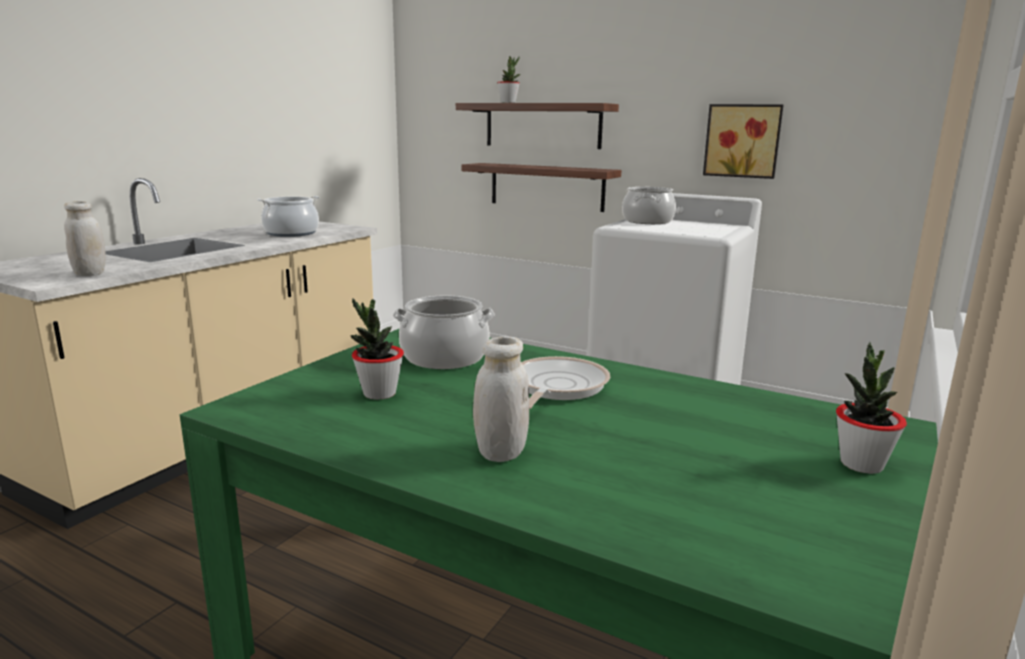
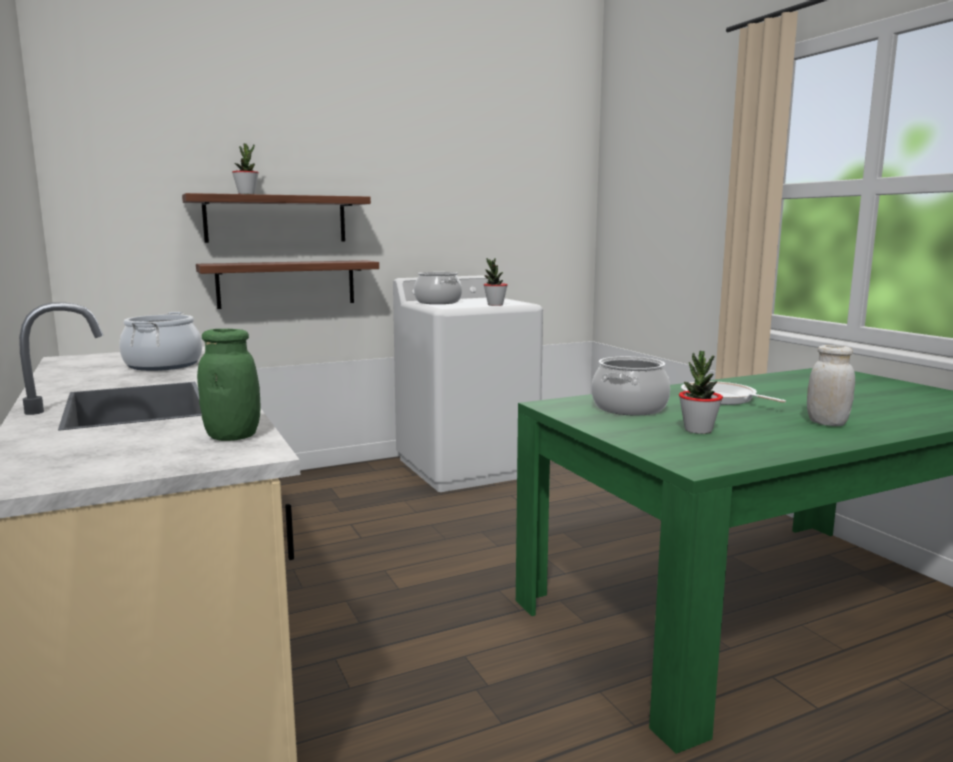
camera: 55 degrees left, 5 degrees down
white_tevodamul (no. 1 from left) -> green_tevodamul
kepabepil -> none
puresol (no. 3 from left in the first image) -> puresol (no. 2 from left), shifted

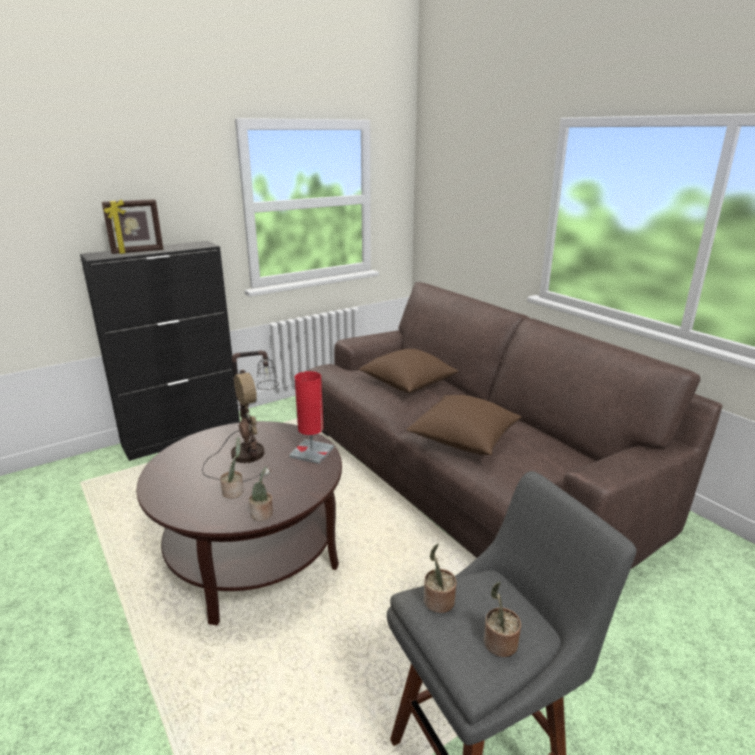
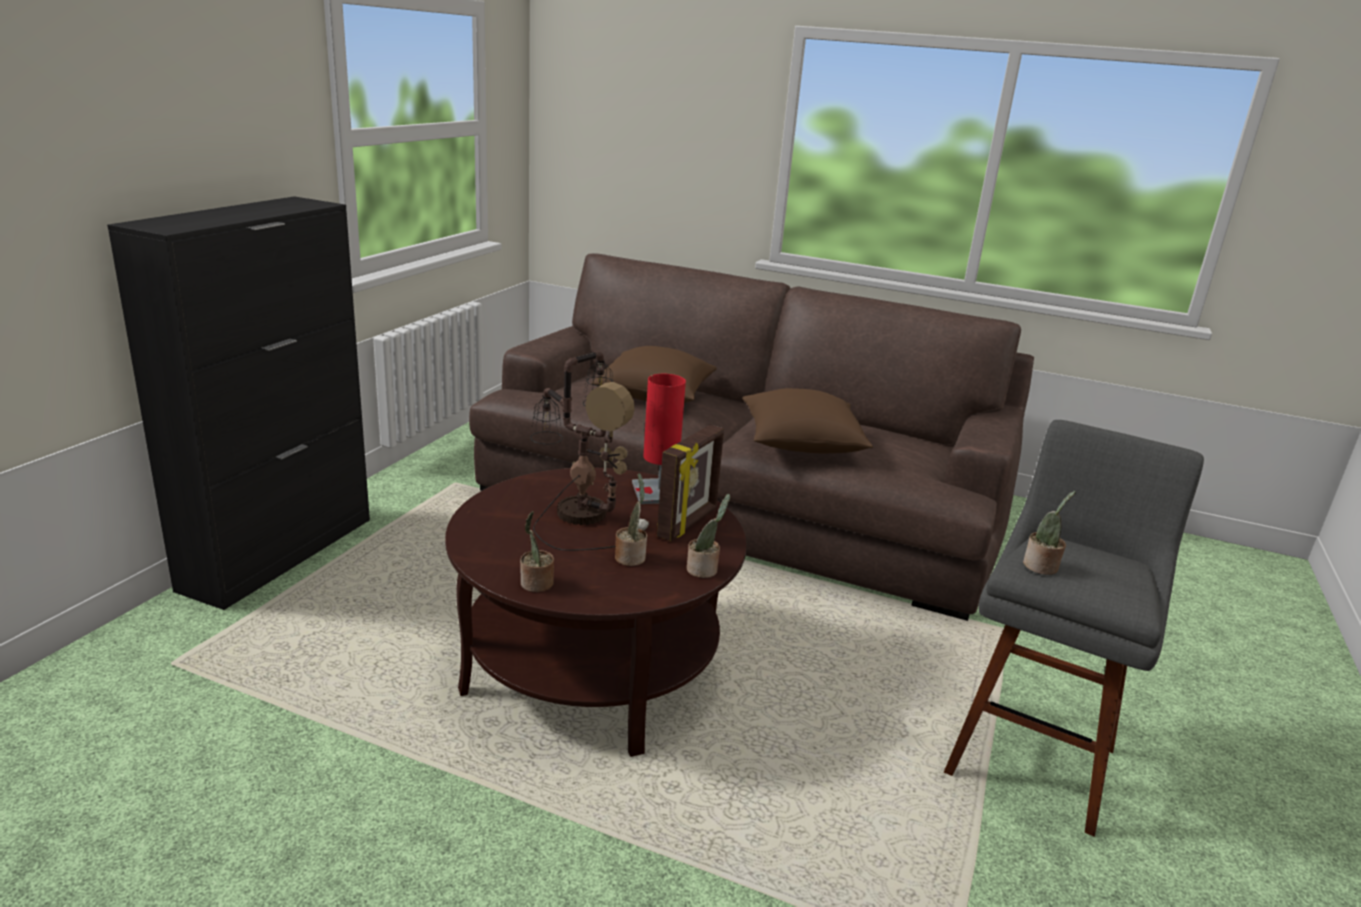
camera: 35 degrees left, 0 degrees up
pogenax, shifted
puresol (no. 4 from left in the first image) -> puresol (no. 1 from left), shifted

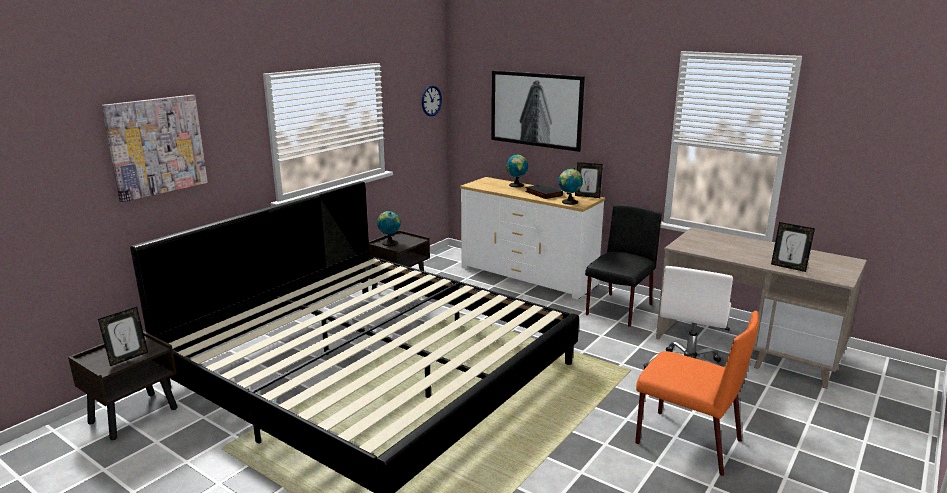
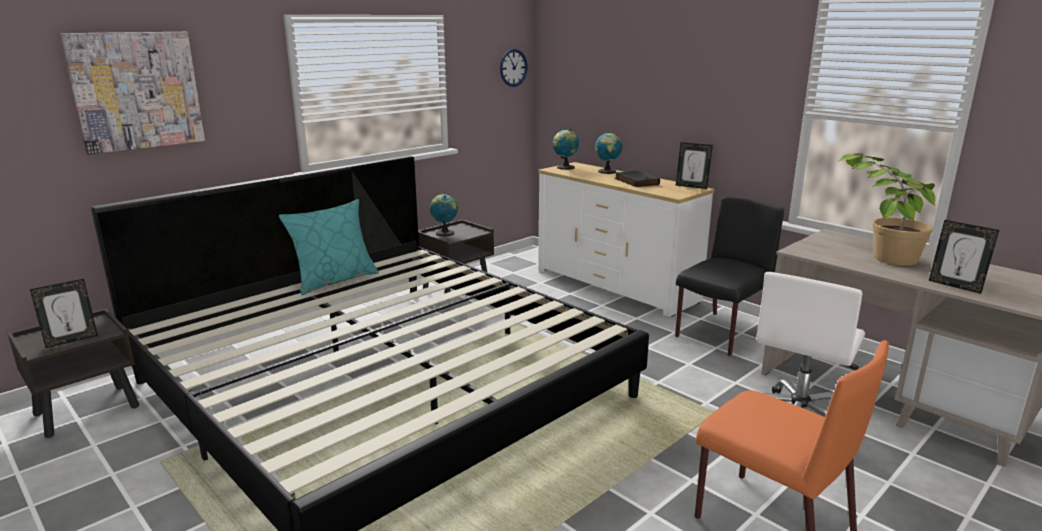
camera: 10 degrees right, 0 degrees up
kepabepil (no. 2 from left) -> none
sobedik (no. 3 from left in the first image) -> sobedik (no. 2 from left), shifted
none -> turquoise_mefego
none -> puresol

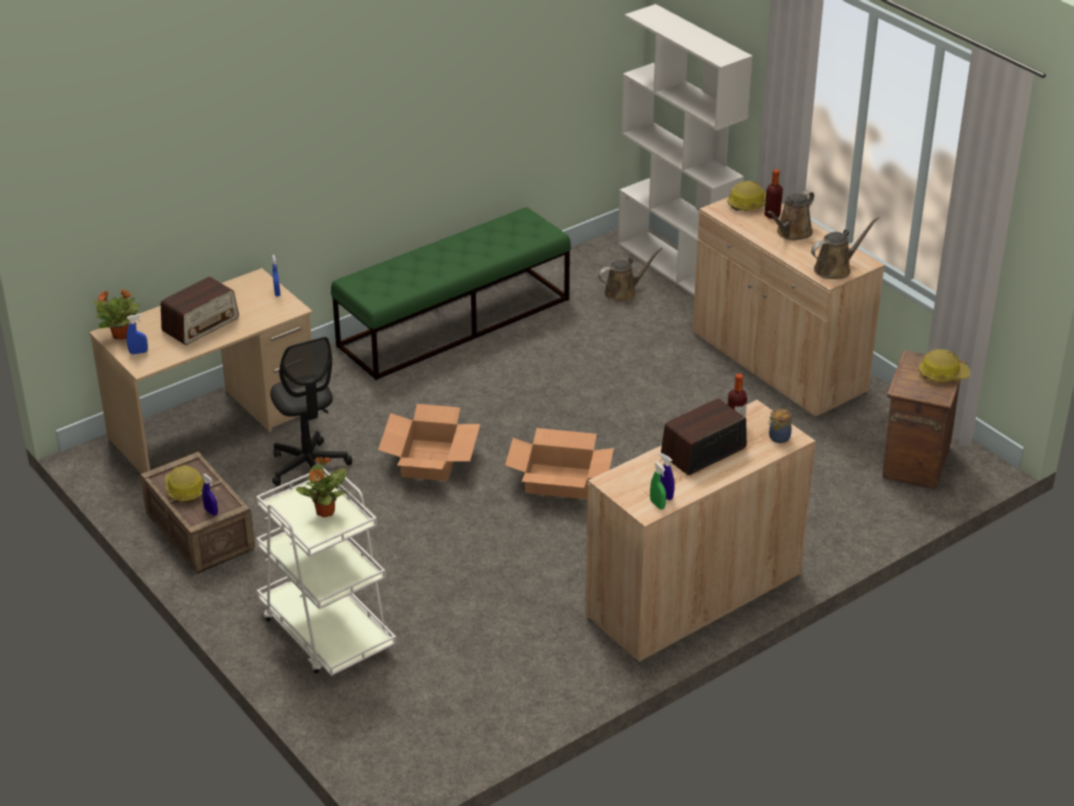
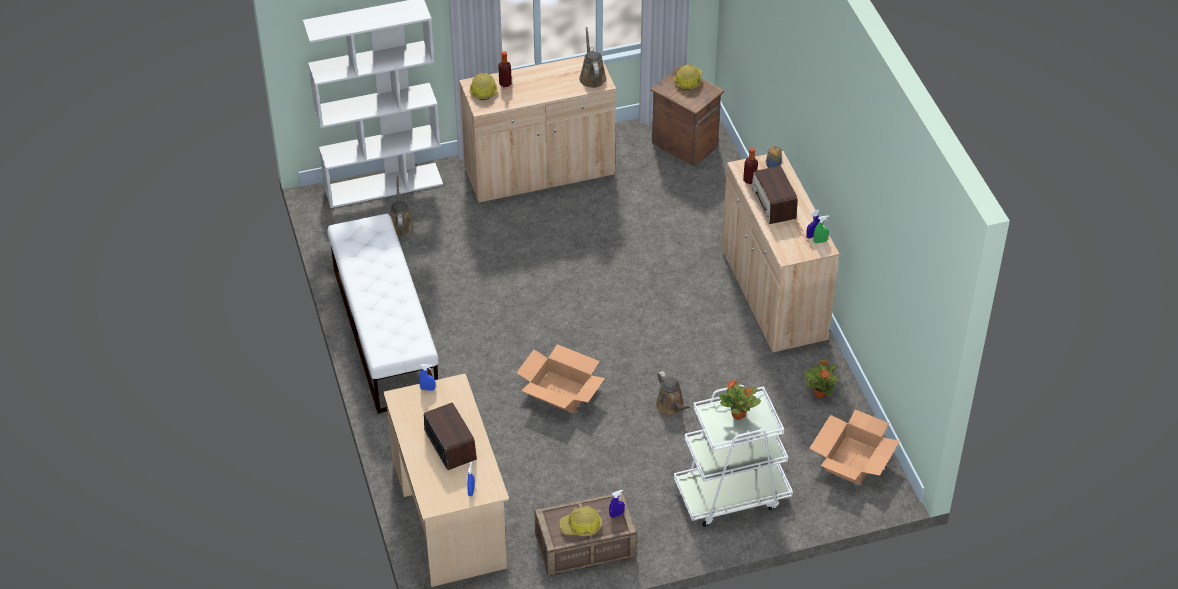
camera: 70 degrees left, 10 degrees up
puresol (no. 1 from left in the first image) -> puresol (no. 2 from left), shifted
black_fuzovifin -> none
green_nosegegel -> white_nosegegel
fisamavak (no. 2 from left), shifted
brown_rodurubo (no. 2 from left in the first image) -> brown_rodurubo (no. 3 from left), shifted

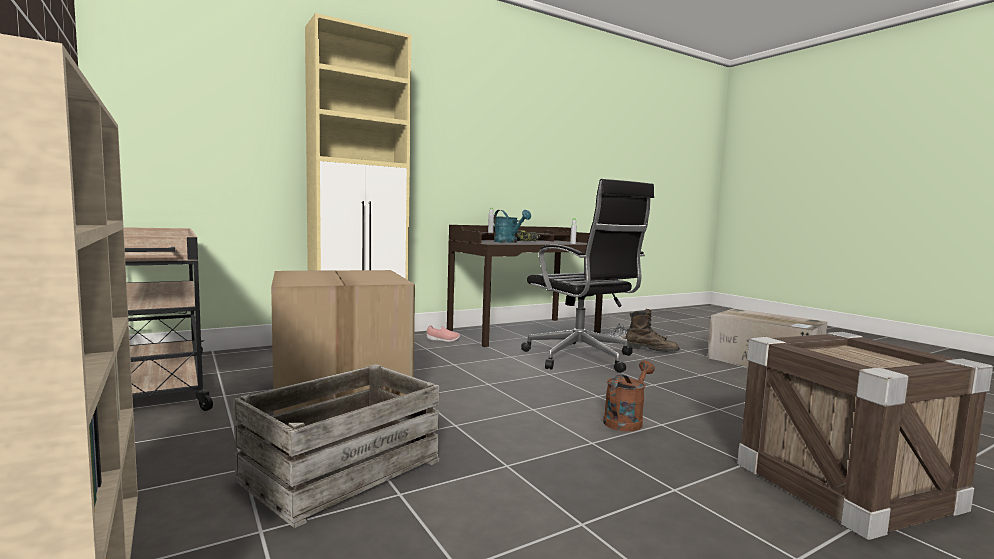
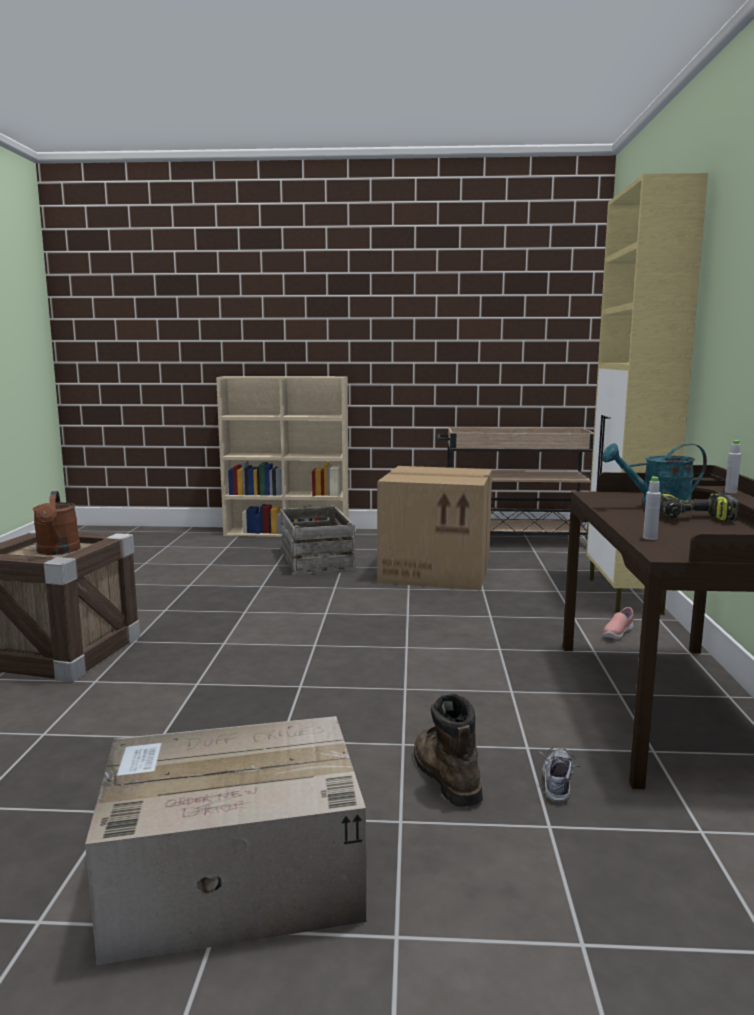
camera: 125 degrees right, 5 degrees up
black_fuzovifin -> none
brown_rodurubo, shifted
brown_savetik, 105 degrees clockwise

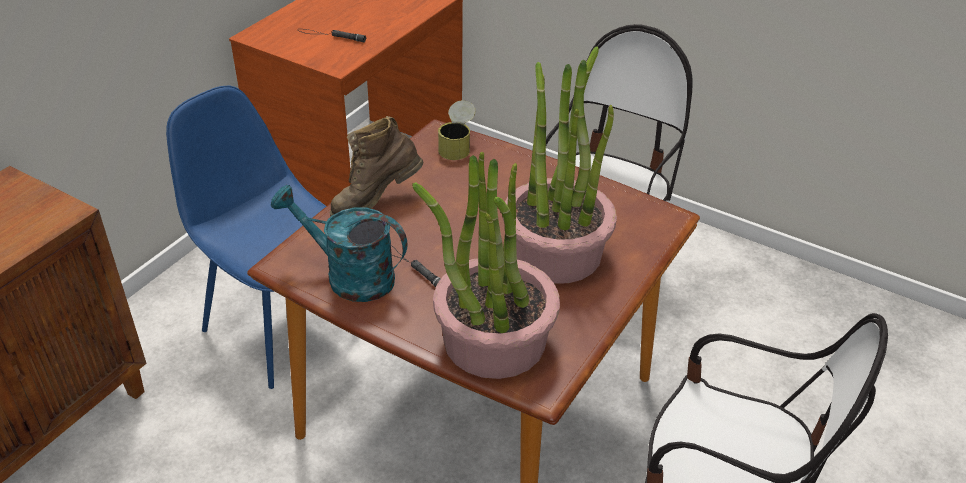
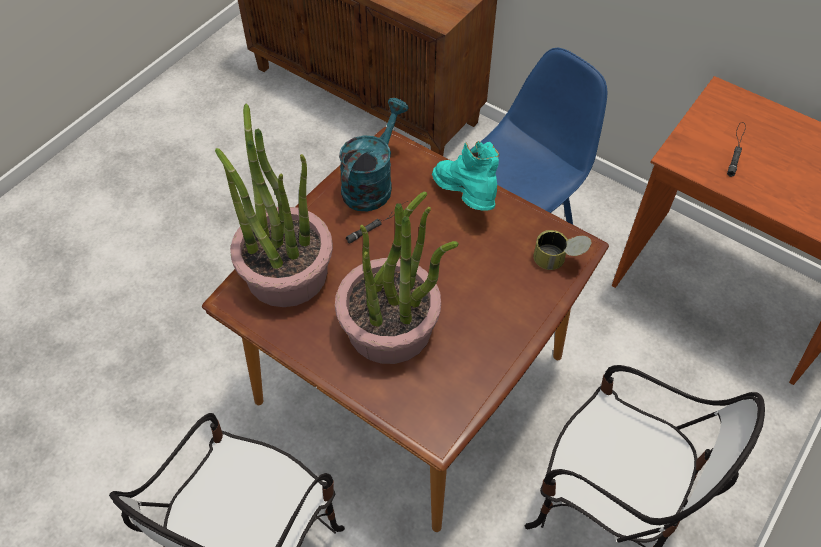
camera: 95 degrees right, 15 degrees up
brown_savetik -> turquoise_savetik

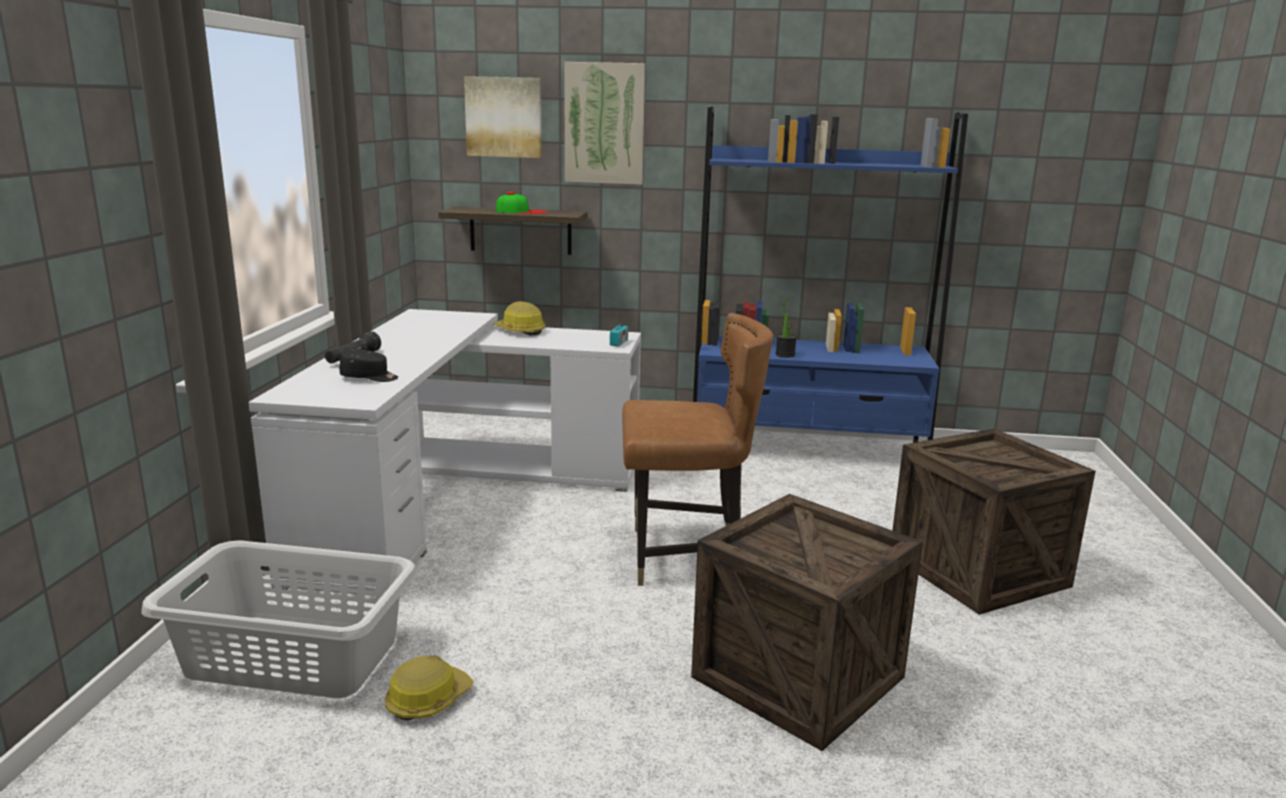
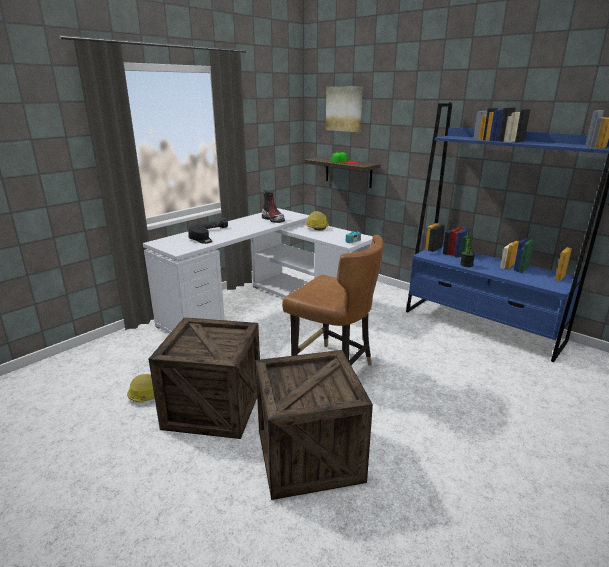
camera: 35 degrees right, 5 degrees up
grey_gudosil -> none
kepabepil (no. 2 from left) -> none
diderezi (no. 2 from left in the first image) -> diderezi (no. 1 from left), shifted
none -> savetik

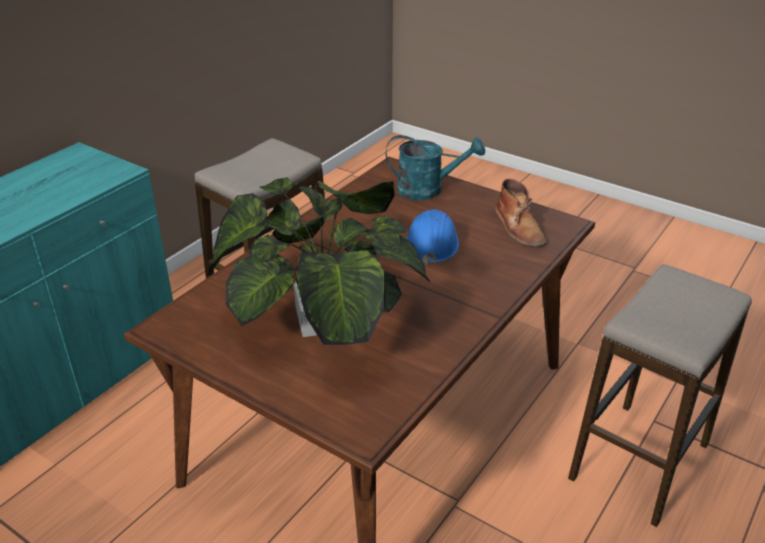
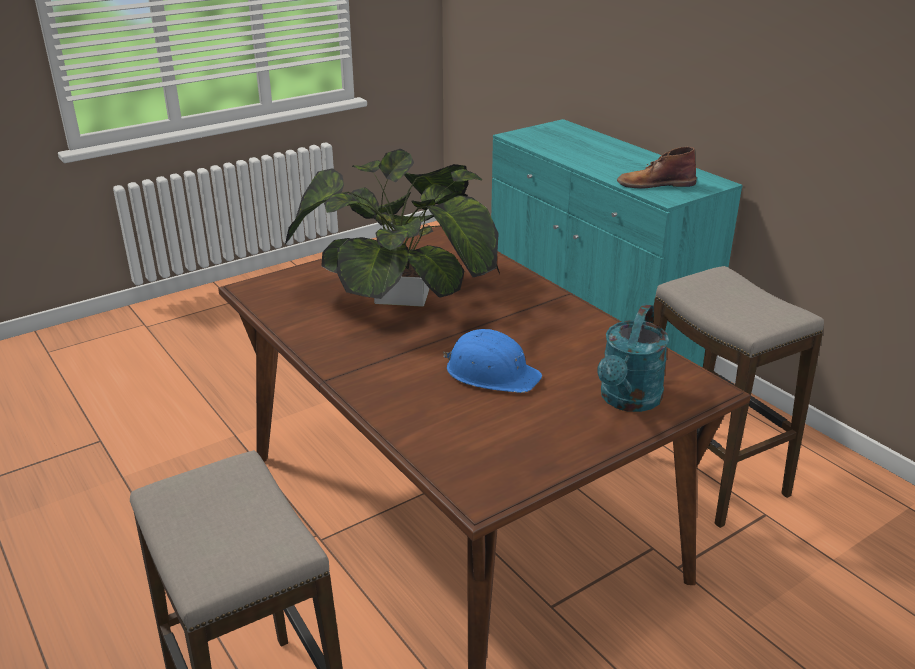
camera: 110 degrees right, 5 degrees down
brown_savetik, shifted

